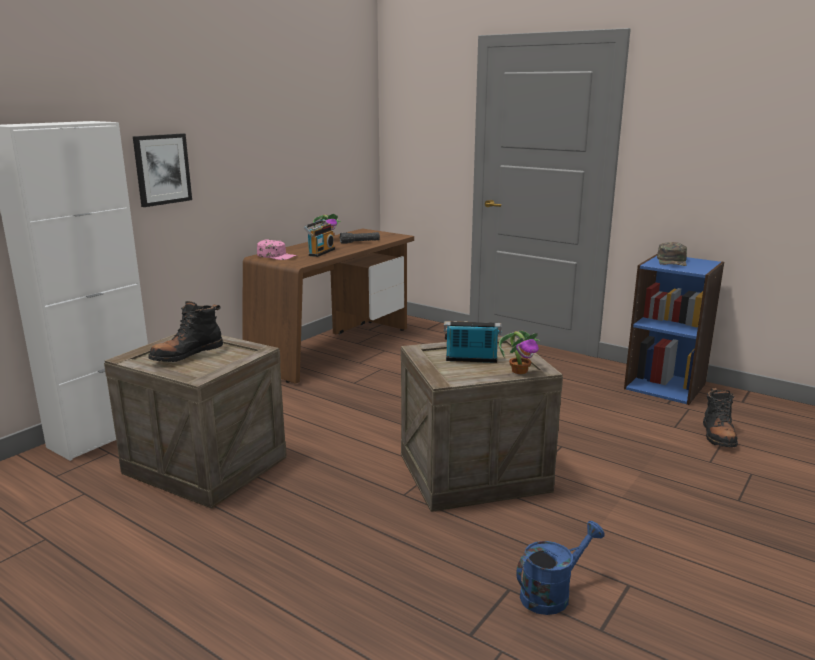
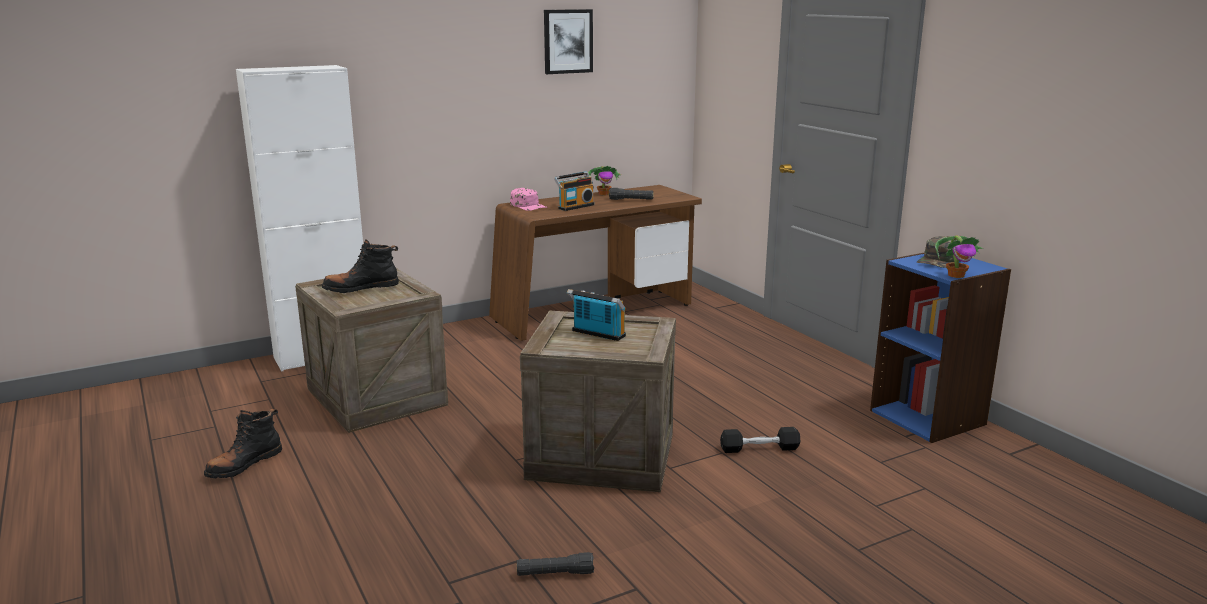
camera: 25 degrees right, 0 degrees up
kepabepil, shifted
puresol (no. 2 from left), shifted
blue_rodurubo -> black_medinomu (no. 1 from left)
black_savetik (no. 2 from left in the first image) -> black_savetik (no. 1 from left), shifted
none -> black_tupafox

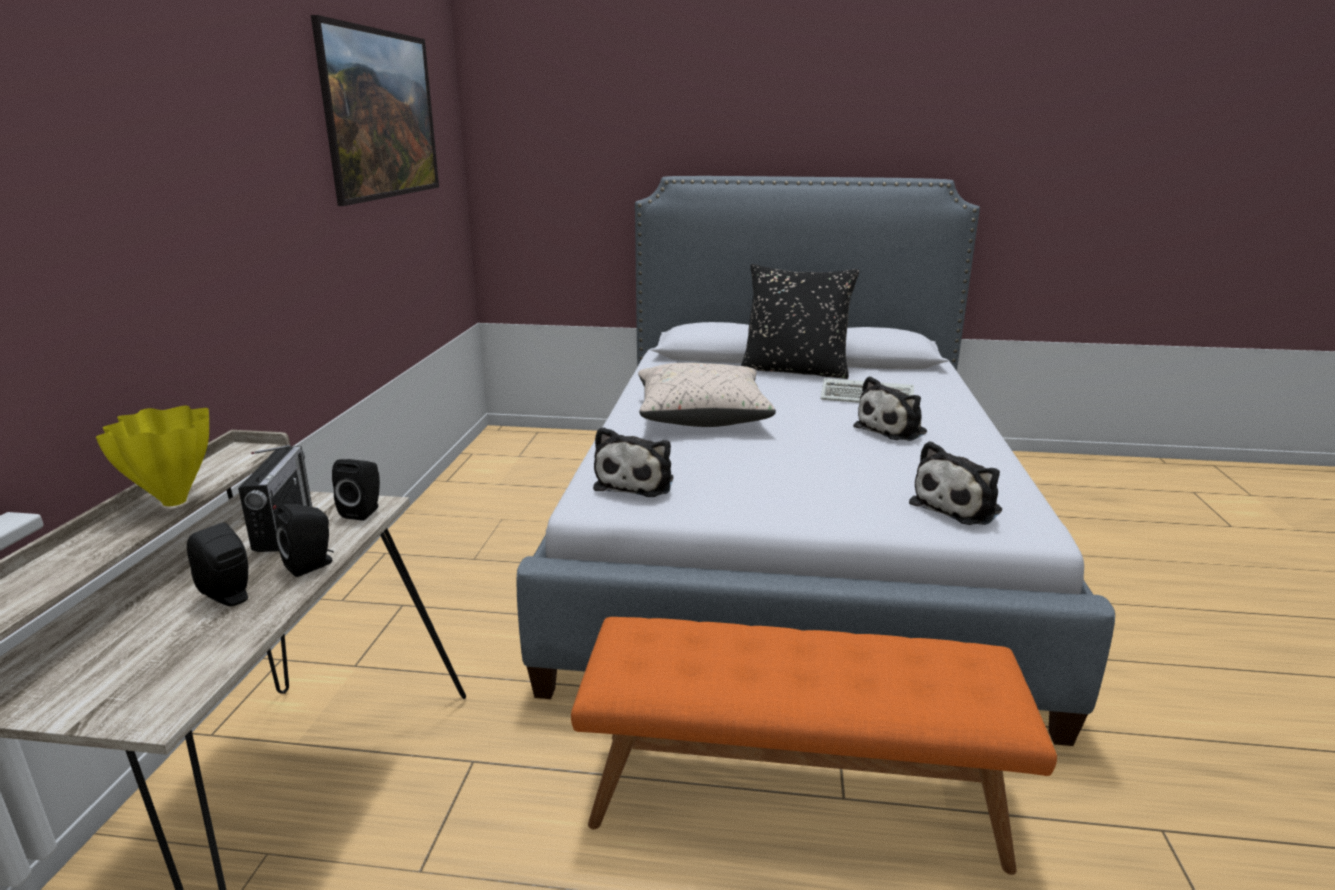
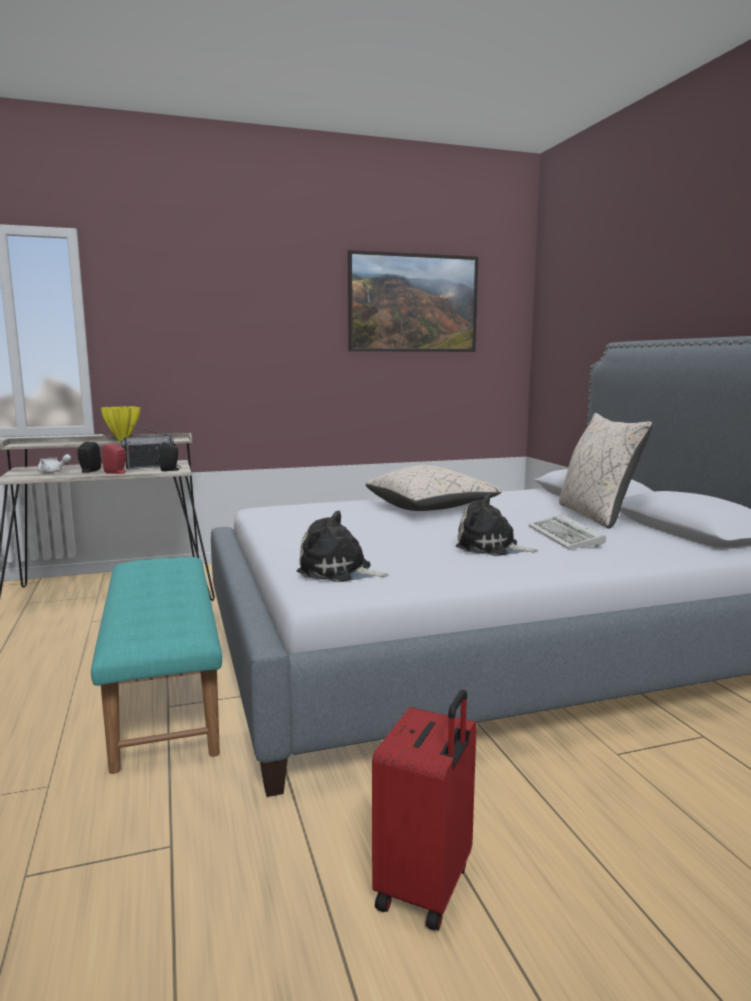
camera: 65 degrees right, 10 degrees down
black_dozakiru (no. 2 from left) -> red_dozakiru
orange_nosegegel -> turquoise_nosegegel
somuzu (no. 1 from left) -> none
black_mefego -> beige_mefego (no. 2 from left)
none -> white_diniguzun
none -> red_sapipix

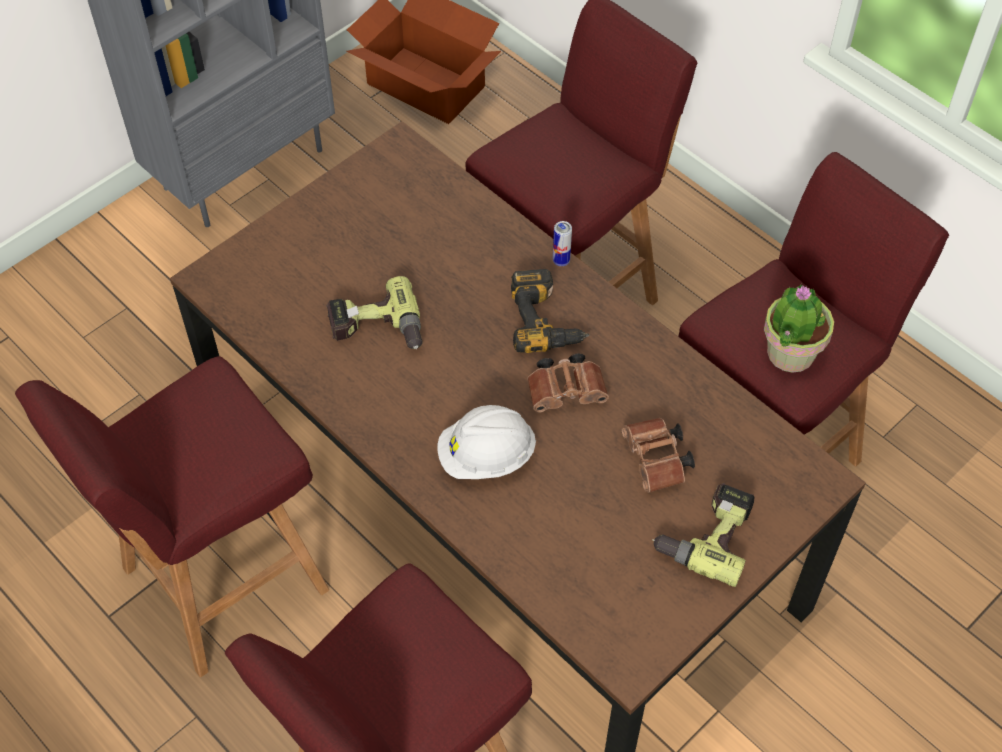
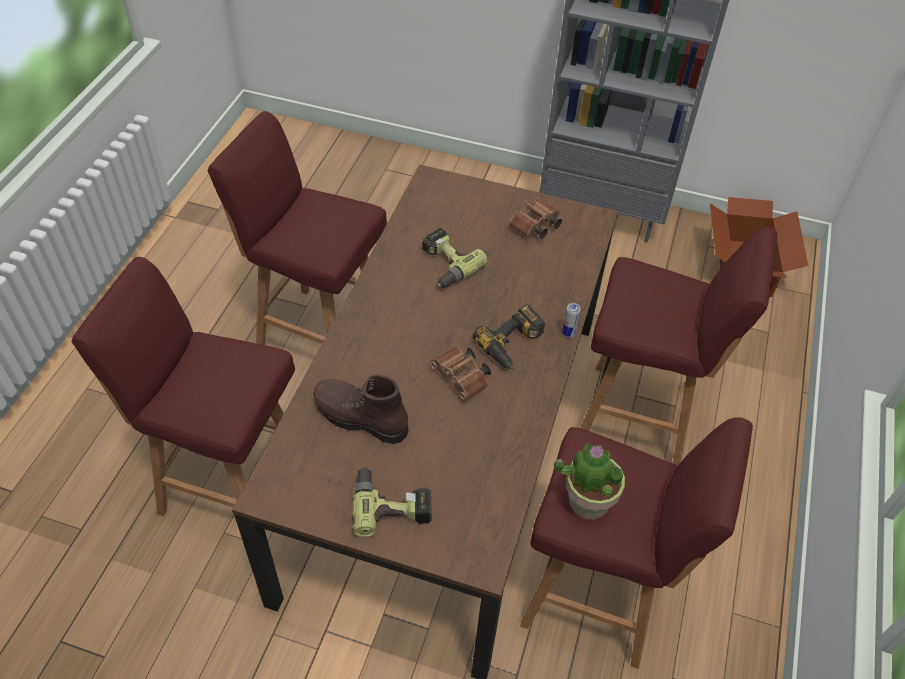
camera: 60 degrees right, 5 degrees down
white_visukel -> none
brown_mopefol (no. 2 from left), shifted
none -> brown_savetik

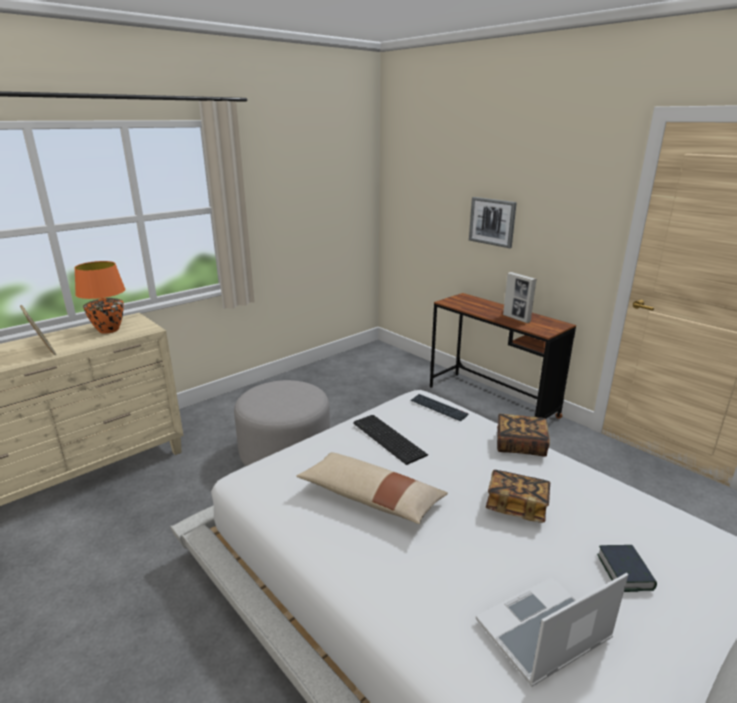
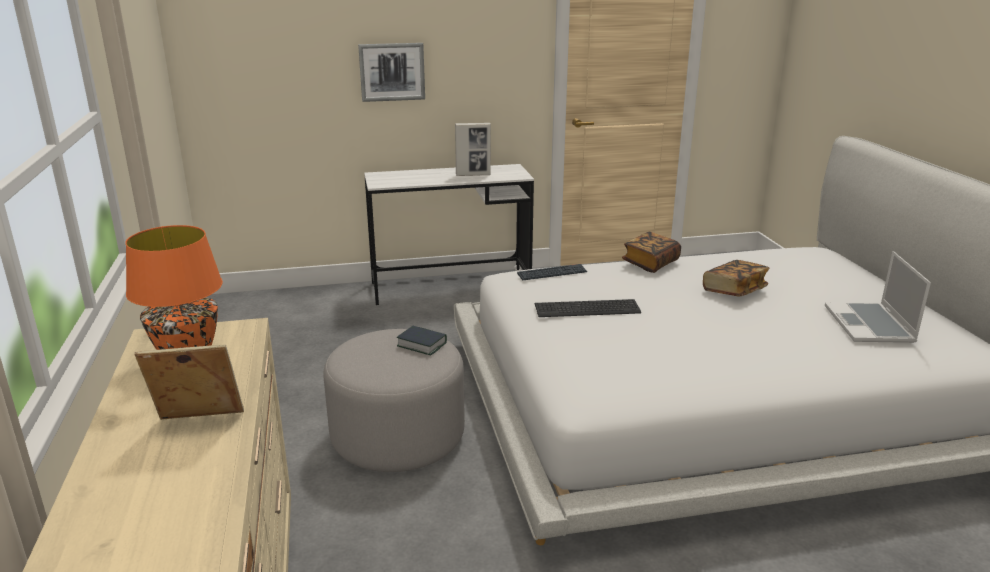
camera: 60 degrees left, 0 degrees up
beige_mefego -> none
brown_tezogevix -> white_tezogevix
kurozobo (no. 3 from left in the first image) -> kurozobo (no. 1 from left), shifted

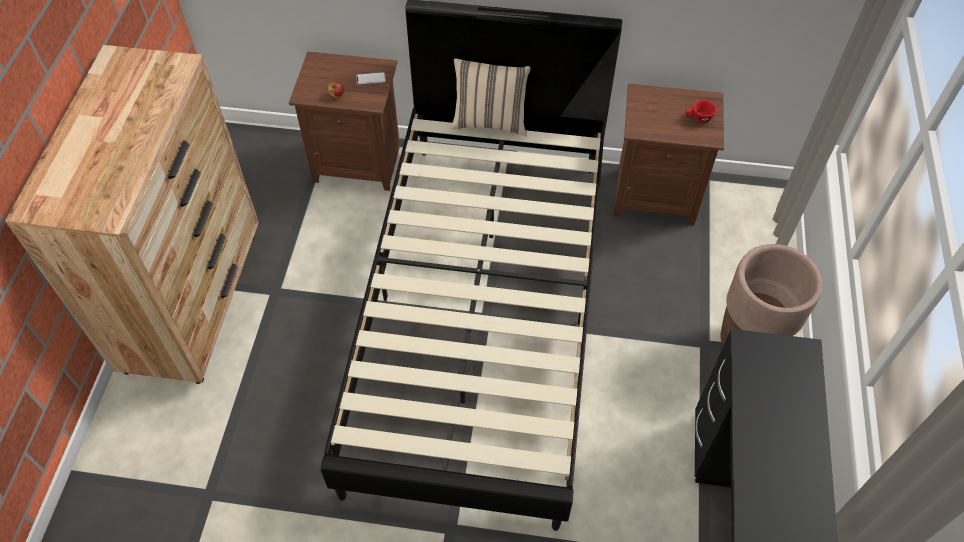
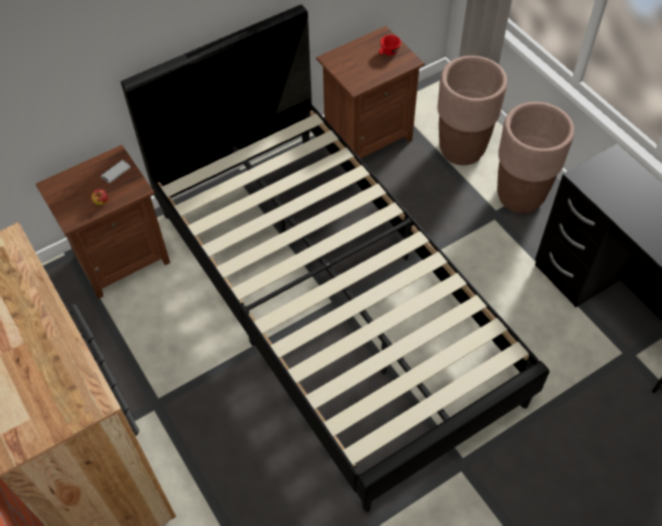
camera: 40 degrees left, 0 degrees up
beige_mefego -> none
none -> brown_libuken (no. 1 from left)

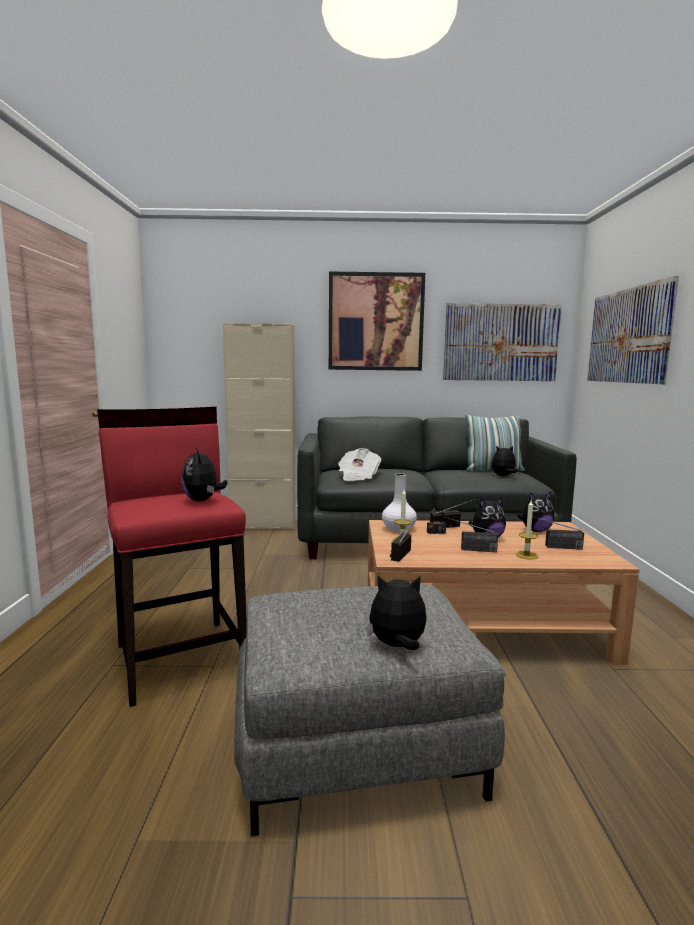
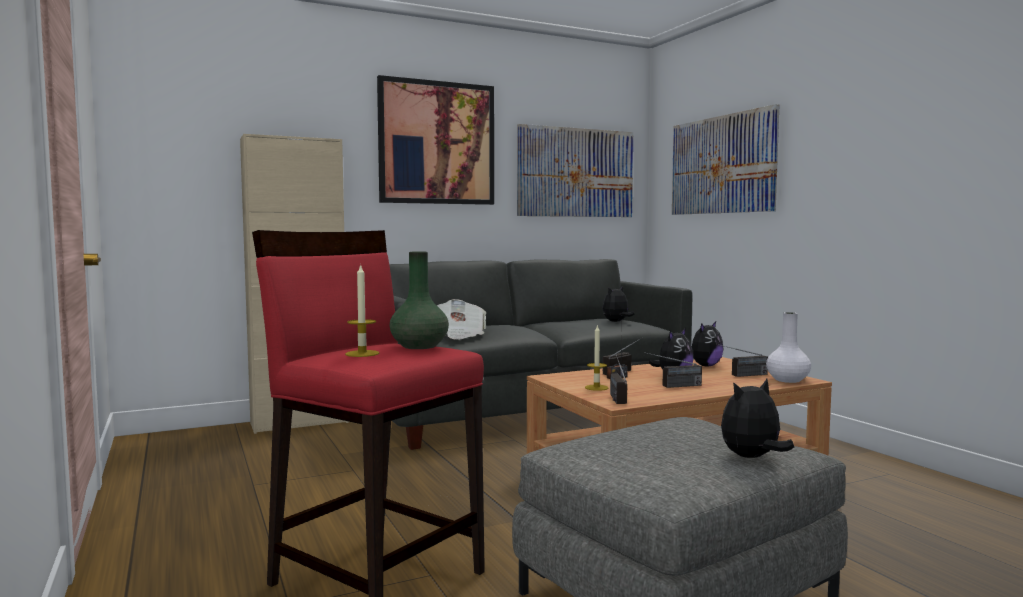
camera: 25 degrees left, 5 degrees down
somuzu (no. 1 from left) -> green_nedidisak
white_nedidisak, shifted
mefego -> none
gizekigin (no. 2 from left in the first image) -> gizekigin (no. 1 from left), shifted

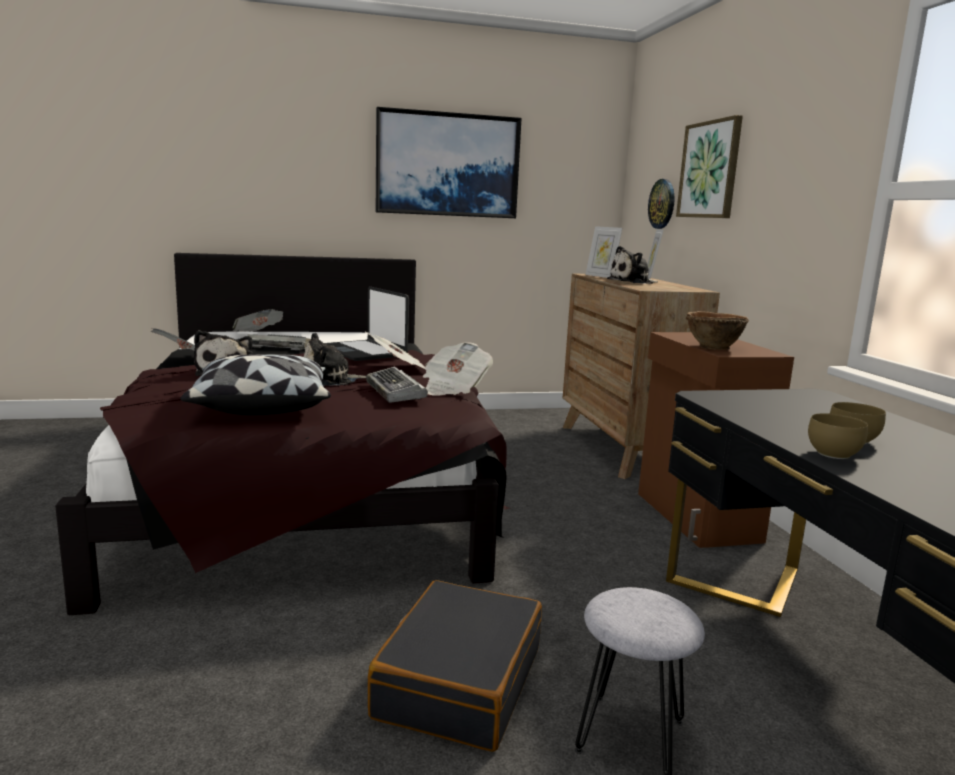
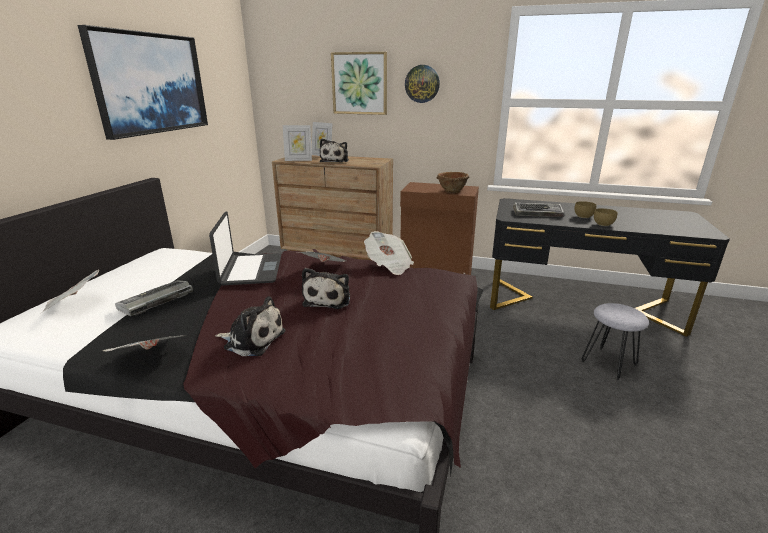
camera: 60 degrees left, 10 degrees up
mefego -> none
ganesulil, 90 degrees counterclockwise
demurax (no. 2 from left), shifted
black_sapipix -> none
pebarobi, shifted

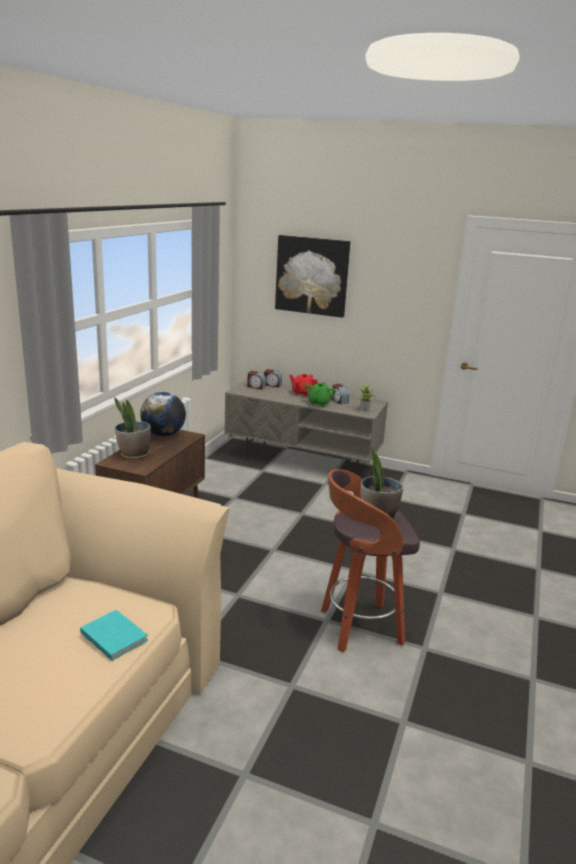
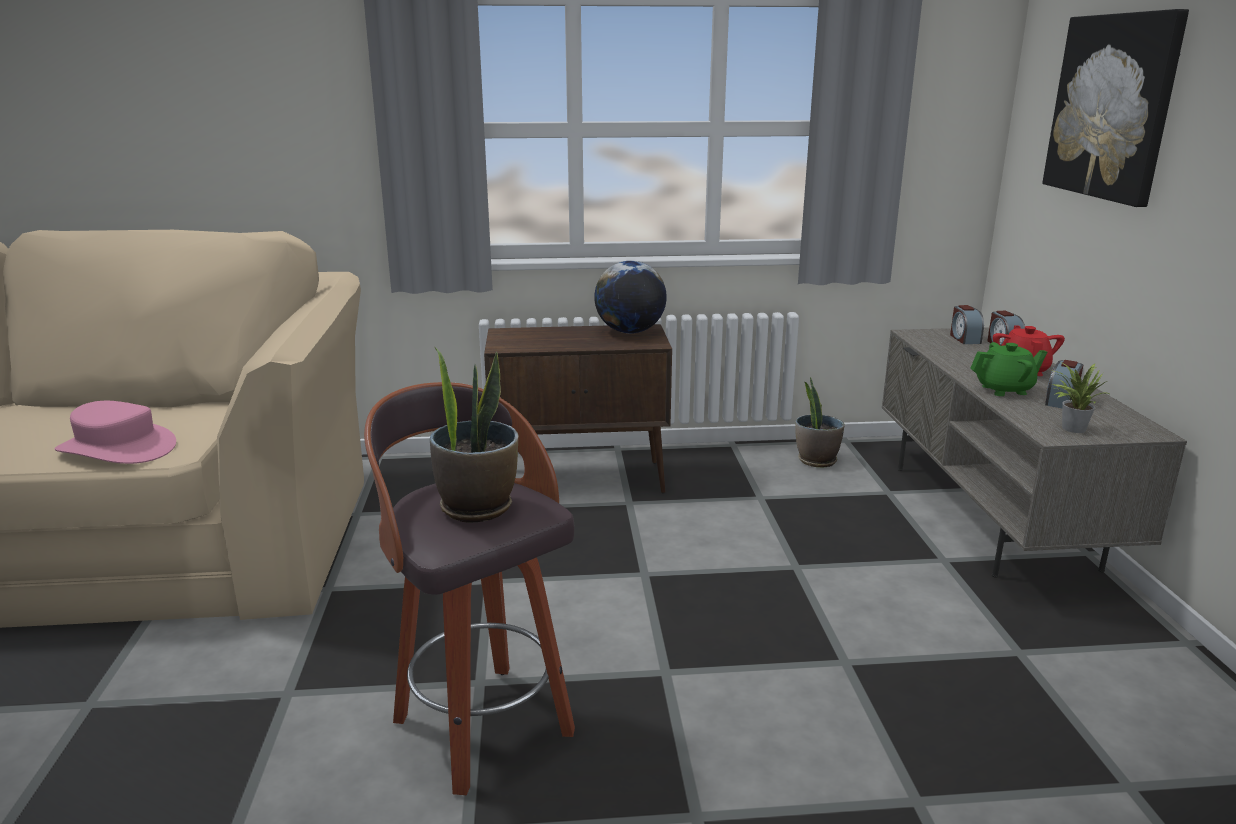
camera: 65 degrees right, 0 degrees up
turquoise_kurozobo -> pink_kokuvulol
puresol (no. 1 from left in the first image) -> puresol (no. 2 from left), shifted

